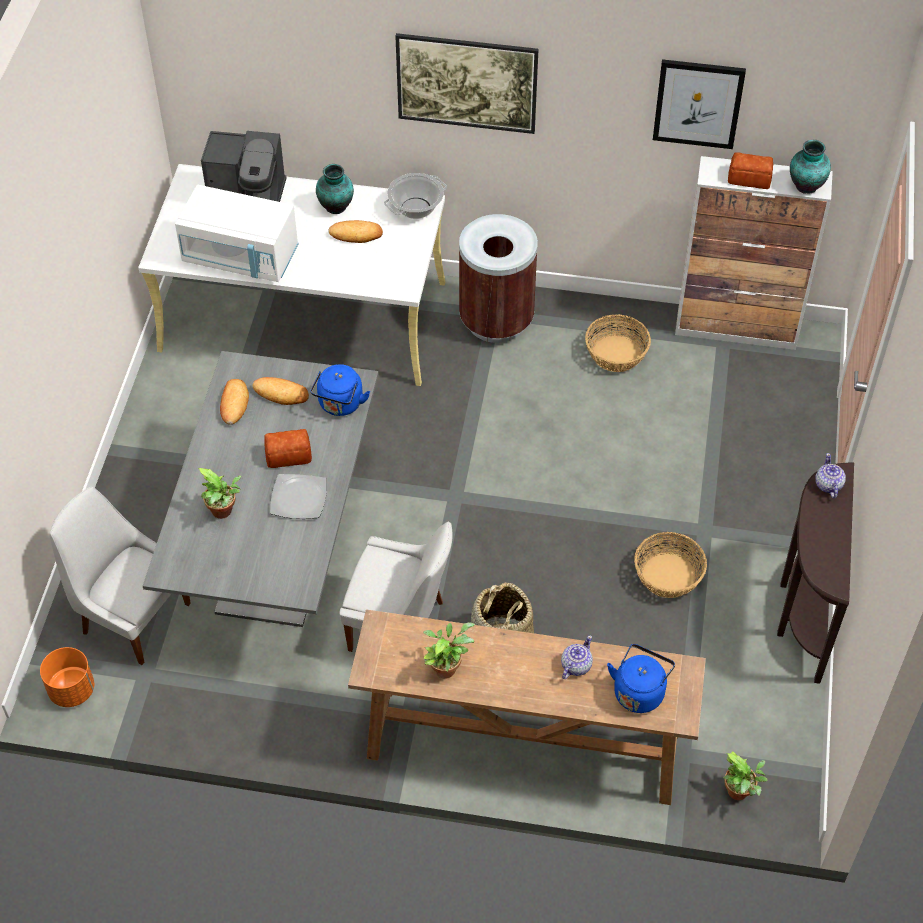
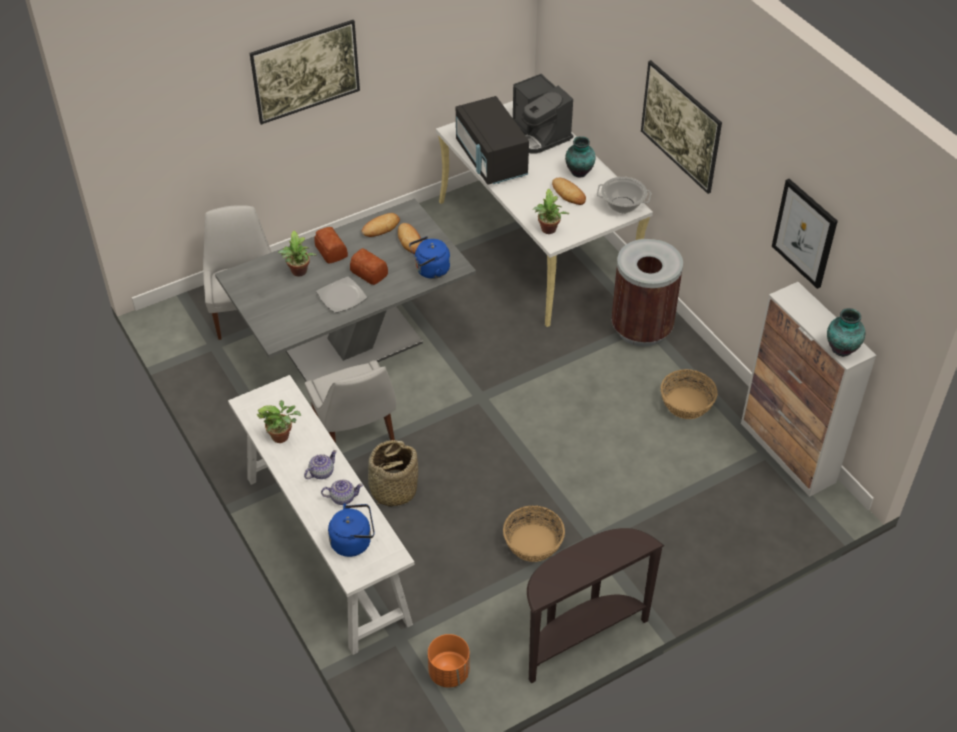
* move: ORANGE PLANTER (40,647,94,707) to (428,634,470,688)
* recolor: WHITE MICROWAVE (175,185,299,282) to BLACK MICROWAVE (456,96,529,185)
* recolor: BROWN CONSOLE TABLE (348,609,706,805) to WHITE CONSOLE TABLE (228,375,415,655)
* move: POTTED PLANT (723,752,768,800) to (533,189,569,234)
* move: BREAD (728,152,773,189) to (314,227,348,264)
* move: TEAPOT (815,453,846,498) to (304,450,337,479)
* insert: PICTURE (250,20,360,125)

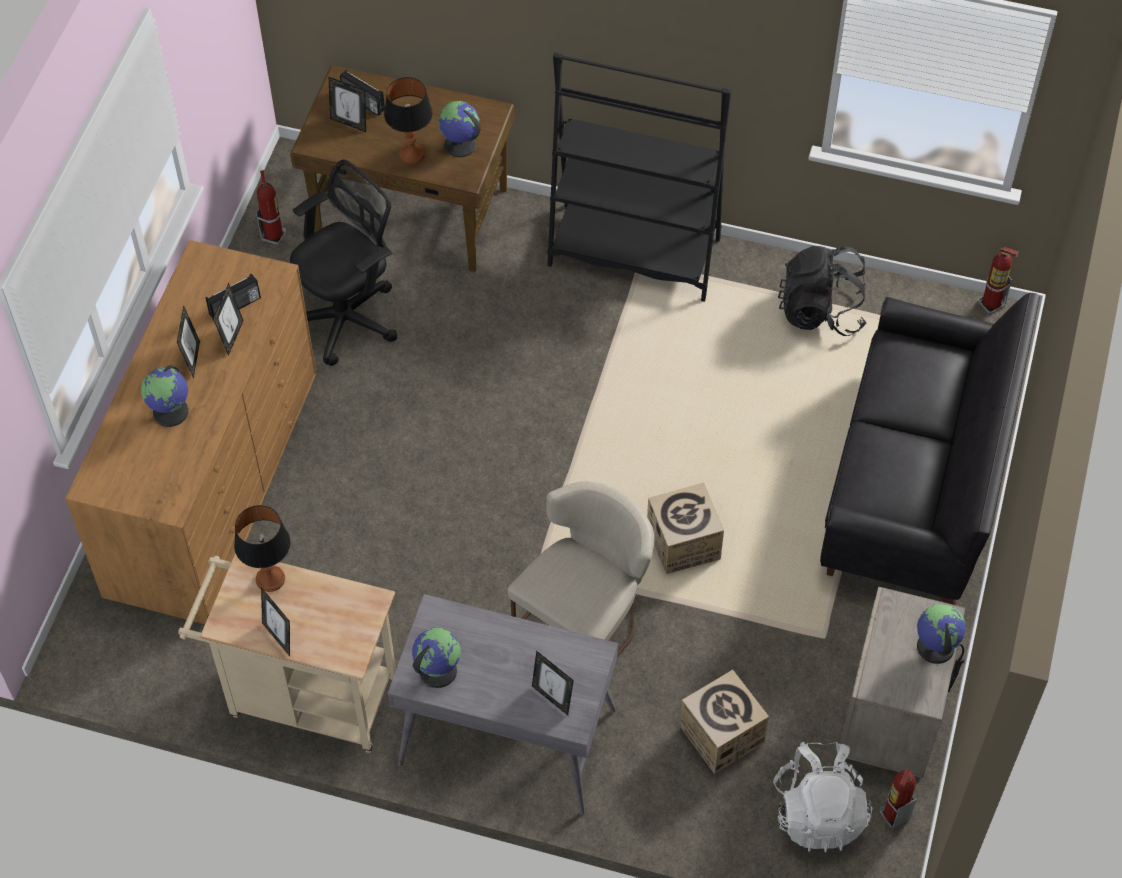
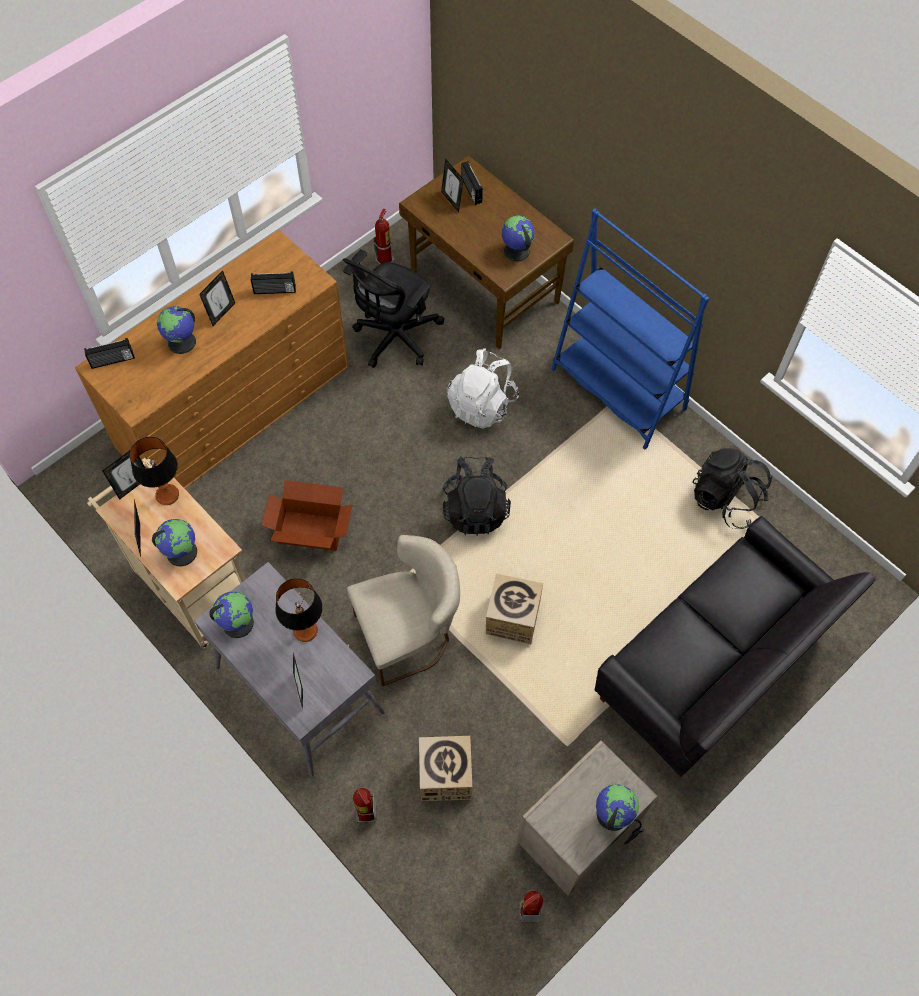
* move: PICTURE FRAME (213,283,244,356) to (103,451,145,500)
* rotate: BLACK OFFICE CHAIR (290,160,397,366) = (343,249,444,368) 135 degrees clockwise
* move: TABLE LAMP (384,77,433,164) to (275,578,323,642)
* recolor: BLACK BOOKCASE (547,52,732,302) to BLUE BOOKCASE (551,208,709,450)
* move: WHITE BACKPACK (773,742,872,853) to (447,348,519,429)
* move: FIRE EXTINGUISHER (978,247,1019,315) to (353,788,376,823)
* insert: RADIO (84,338,135,369)
* insert: GLOBE (152,519,197,566)
* insert: CARDBOARD BOX (262,480,352,551)
* insert: BLACK BACKPACK (443,456,511,536)

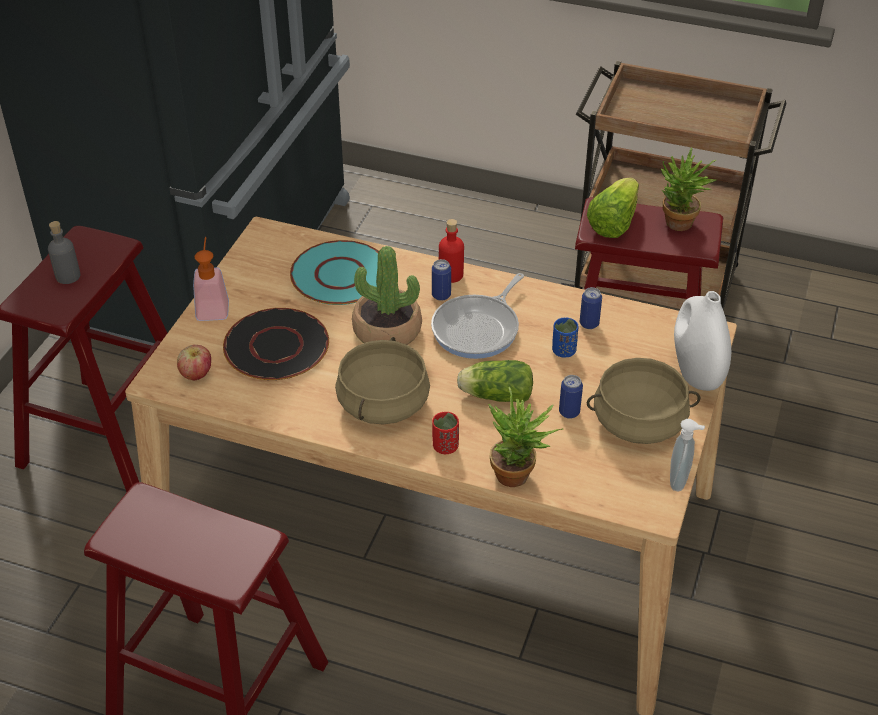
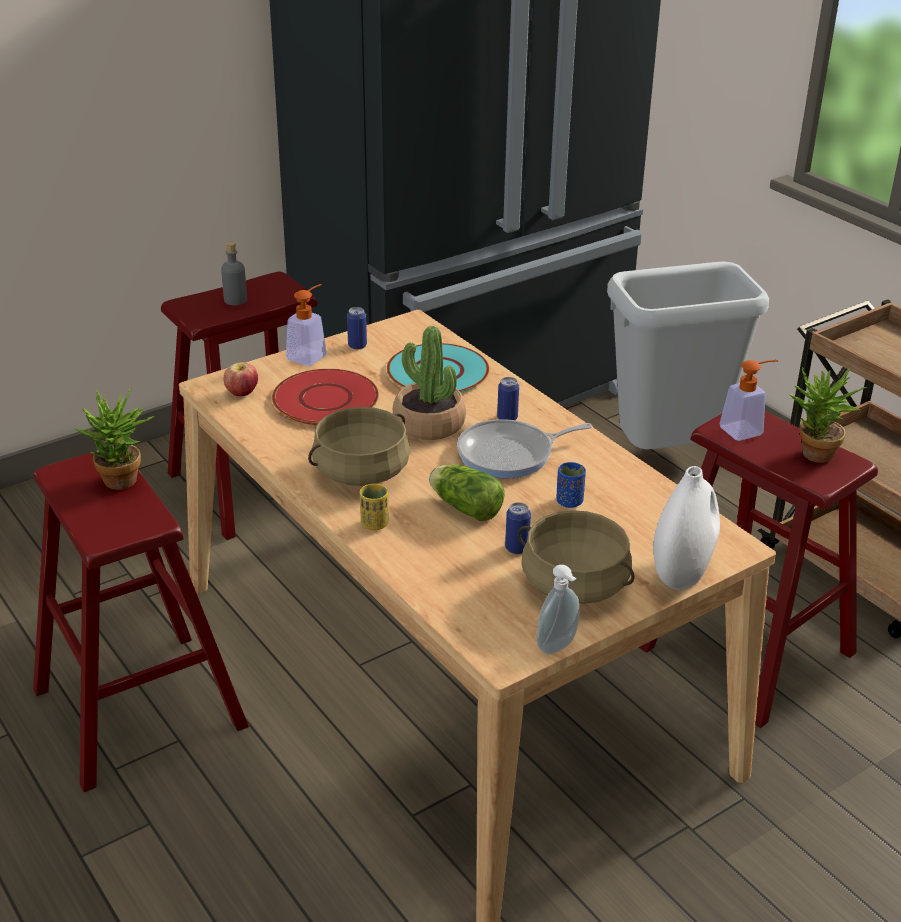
* recolor: BLACK PLATE (223,308,329,380) to RED PLATE (272,369,379,425)
* recolor: RED CUP (432,412,459,454) to YELLOW CUP (360,484,389,531)
* delete: RED BOTTLE (439,219,464,283)
* move: POTTED PLANT (488,387,564,487) to (76,388,155,490)
* move: CAN (580,287,602,329) to (347,307,367,350)
* replace: LETTUCE (587,178,639,238) to SOAP DISPENSER (719,360,779,441)
* insert: GREY TRASH CAN (607,261,769,449)

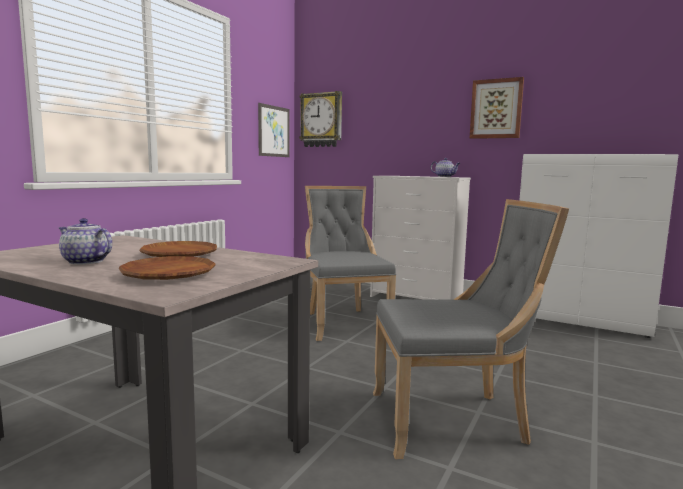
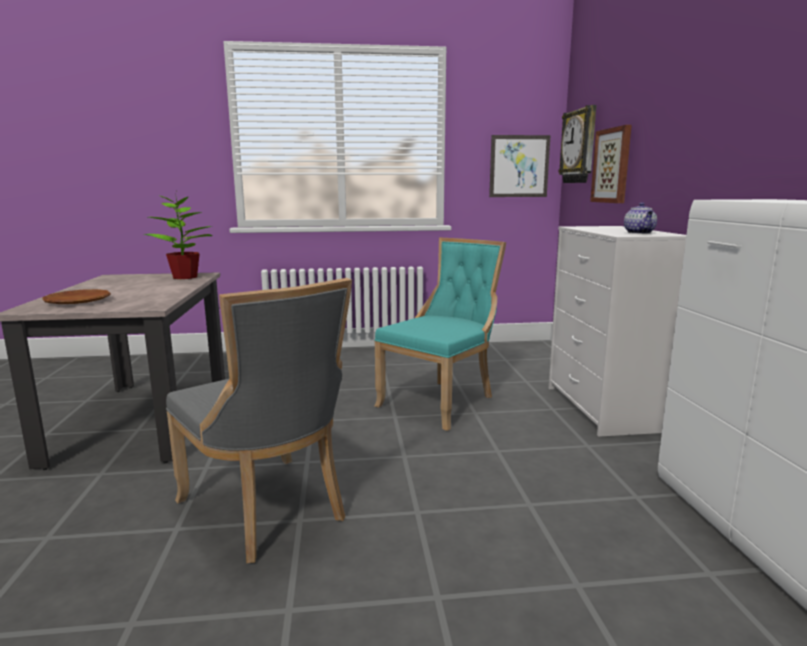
* delete: TEAPOT (59,218,112,265)
* delete: BROWN PLATE (139,241,217,257)
* recolor: GREY CHAIR (305,186,396,341) to TURQUOISE CHAIR (375,238,506,431)
* move: PICTURE (470,77,524,139) to (590,125,632,203)
* insert: POTTED PLANT (144,196,212,279)

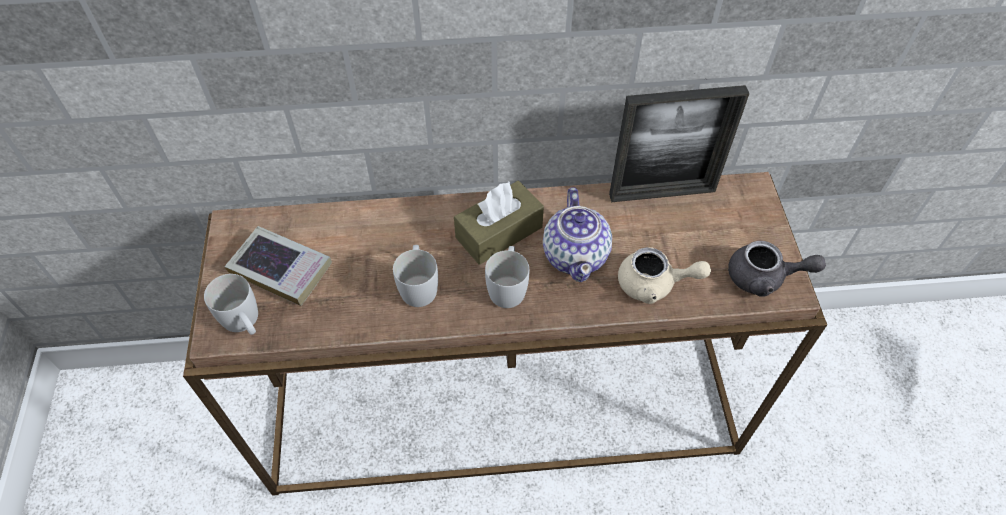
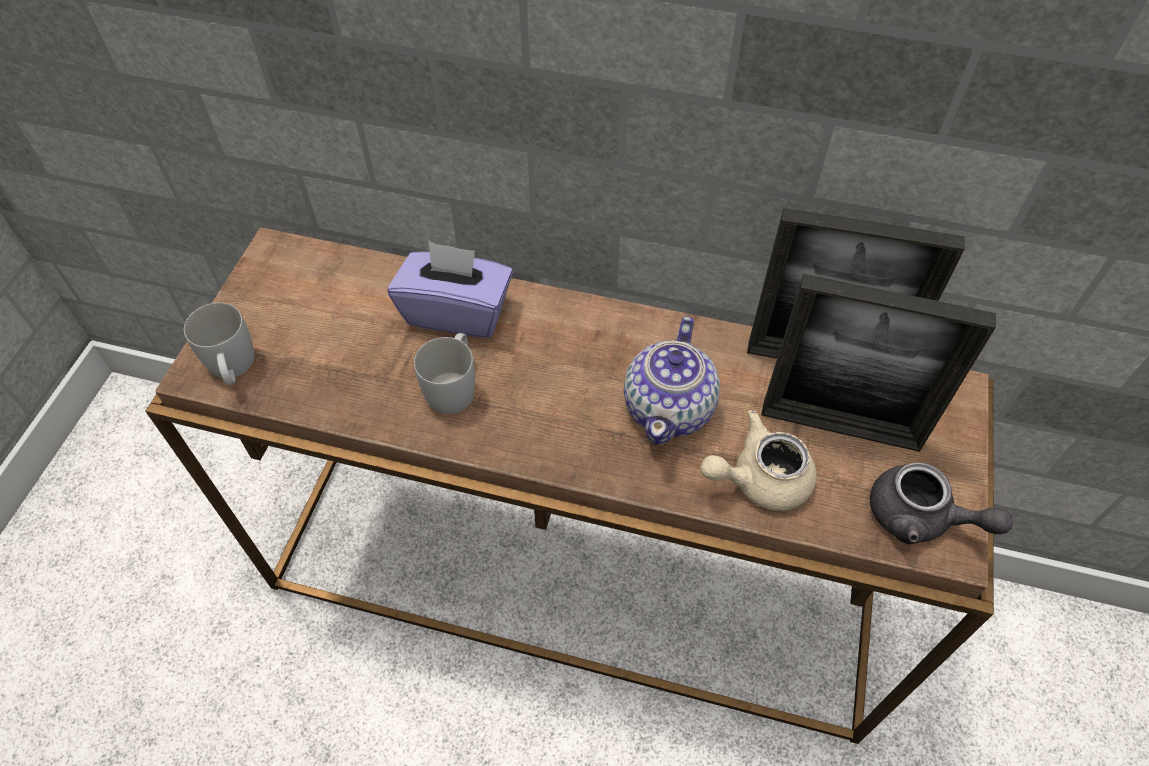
* delete: BOOK (225,226,332,306)
* delete: BROWN TISSUE BOX (454,181,544,265)
* delete: WHITE MUG (485,246,529,308)
* rotate: BEIGE TEAPOT (618,247,711,304) = (701,410,817,511) 135 degrees clockwise
* insert: PURPLE TISSUE BOX (388,241,513,338)
* insert: PICTURE FRAME (761,274,996,452)

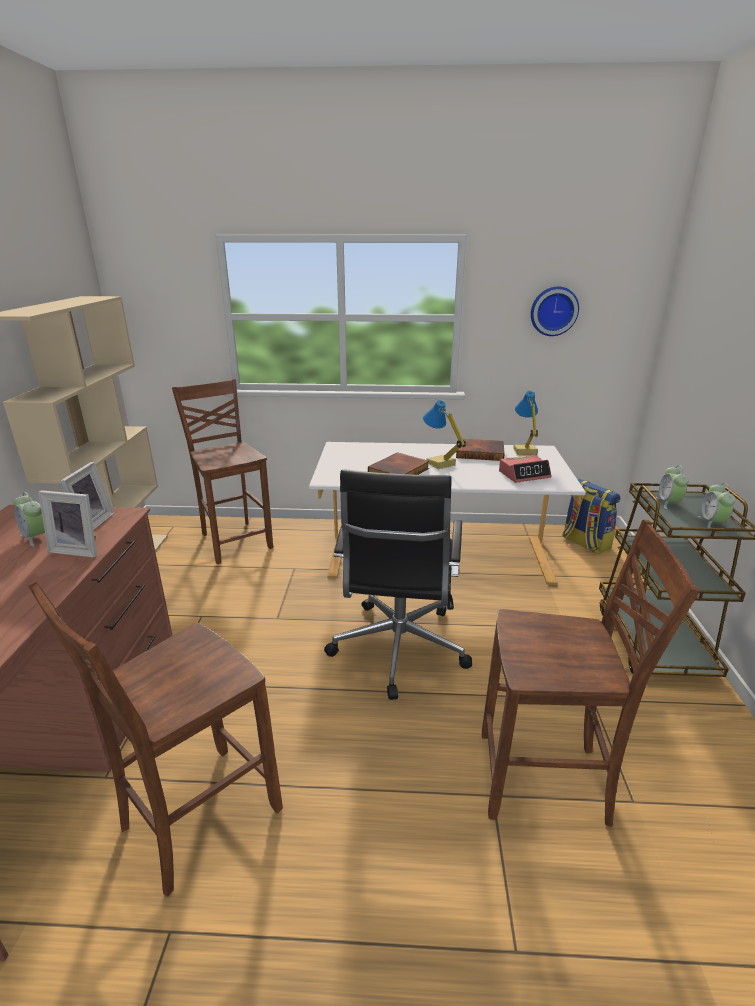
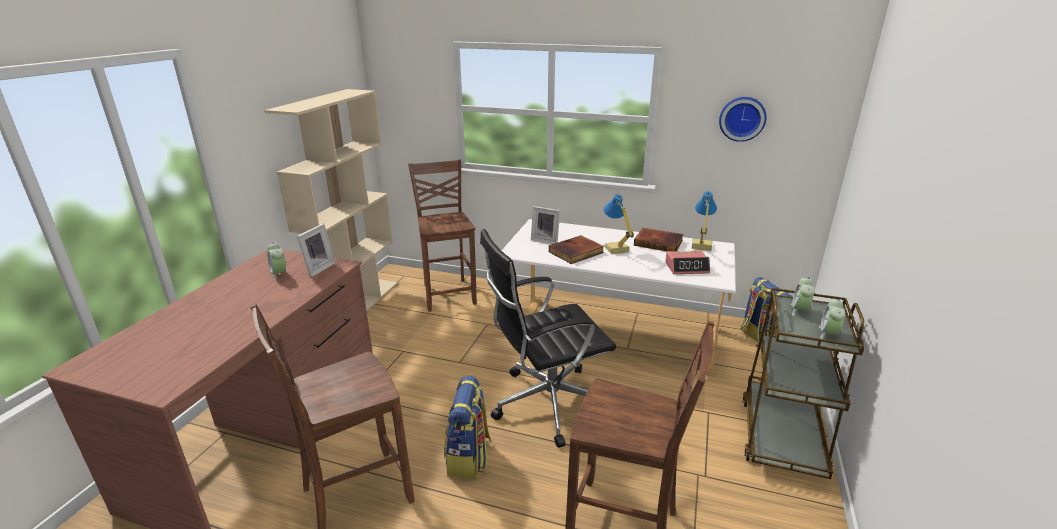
* move: PICTURE FRAME (38,490,97,558) to (531,206,560,245)
* rotate: BLACK OFFICE CHAIR (324,470,472,700) = (480,229,617,448) 45 degrees clockwise
* insert: BACKPACK (444,376,491,479)

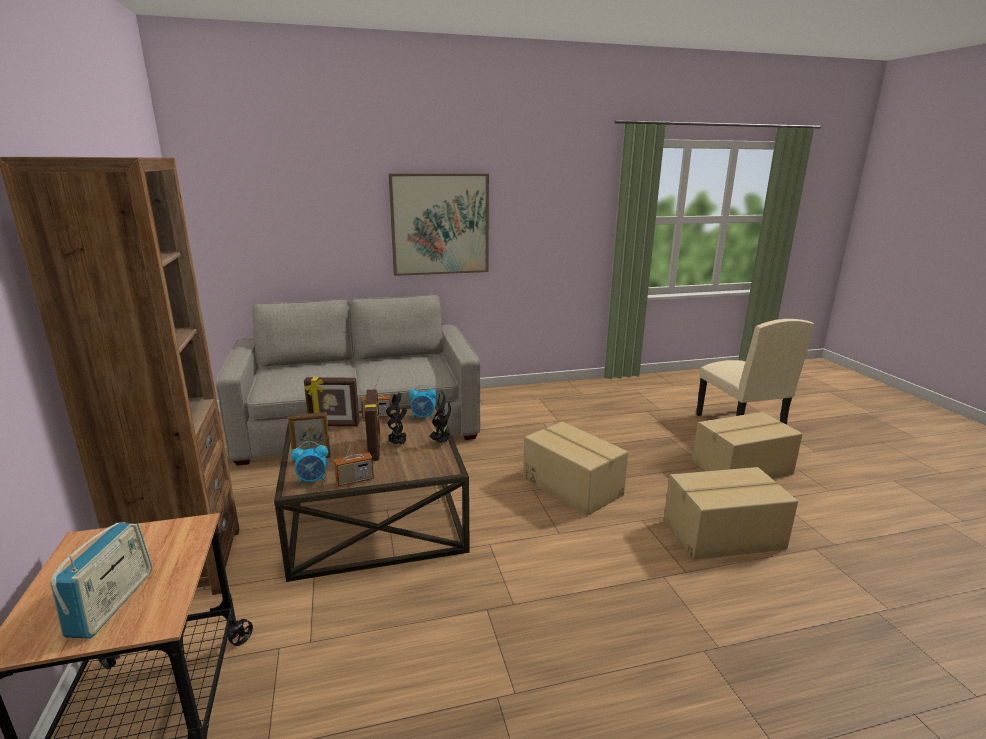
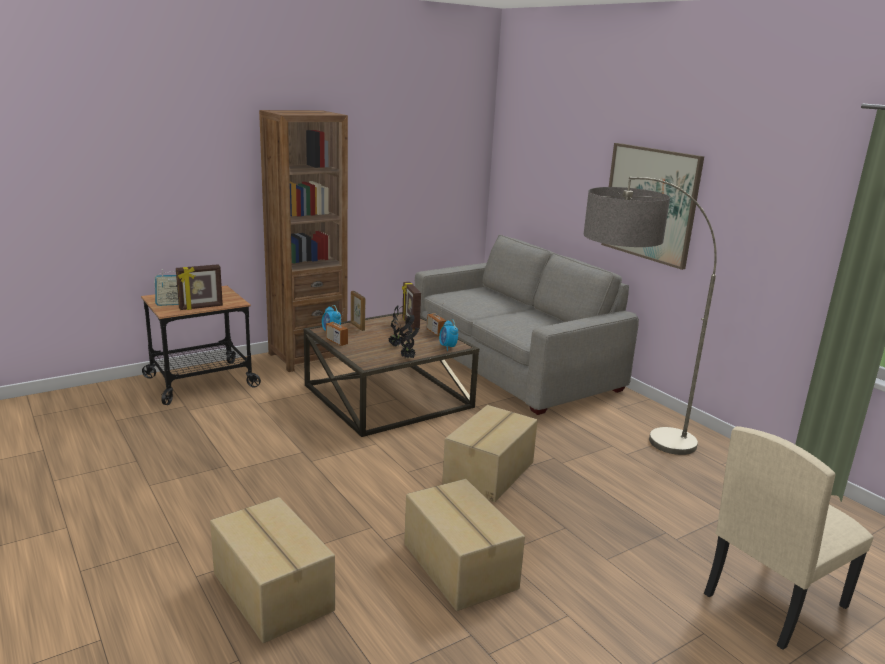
* move: PICTURE FRAME (365,389,380,461) to (176,264,223,310)
* move: CARDBOARD BOX (692,412,803,479) to (210,497,335,643)
* insert: FLOOR LAMP (584,177,717,455)

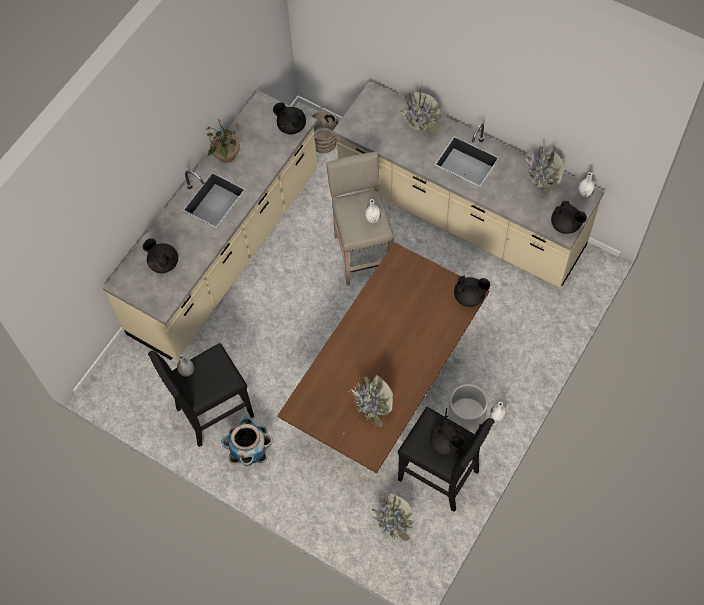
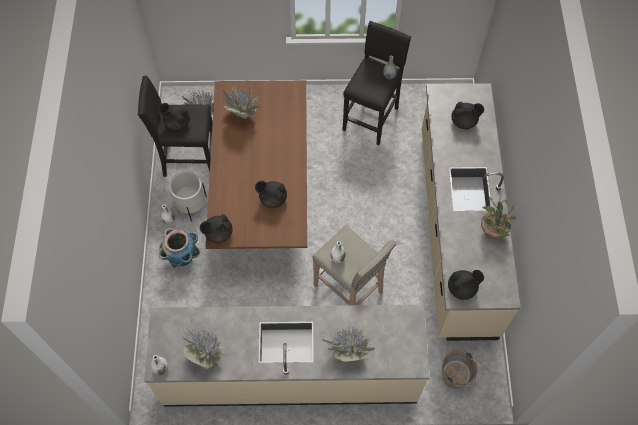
* move: PLANTER (221,418,273,466) to (158,228,201,269)
* move: BLACK TEAPOT (551,201,587,234) to (255,181,287,208)

